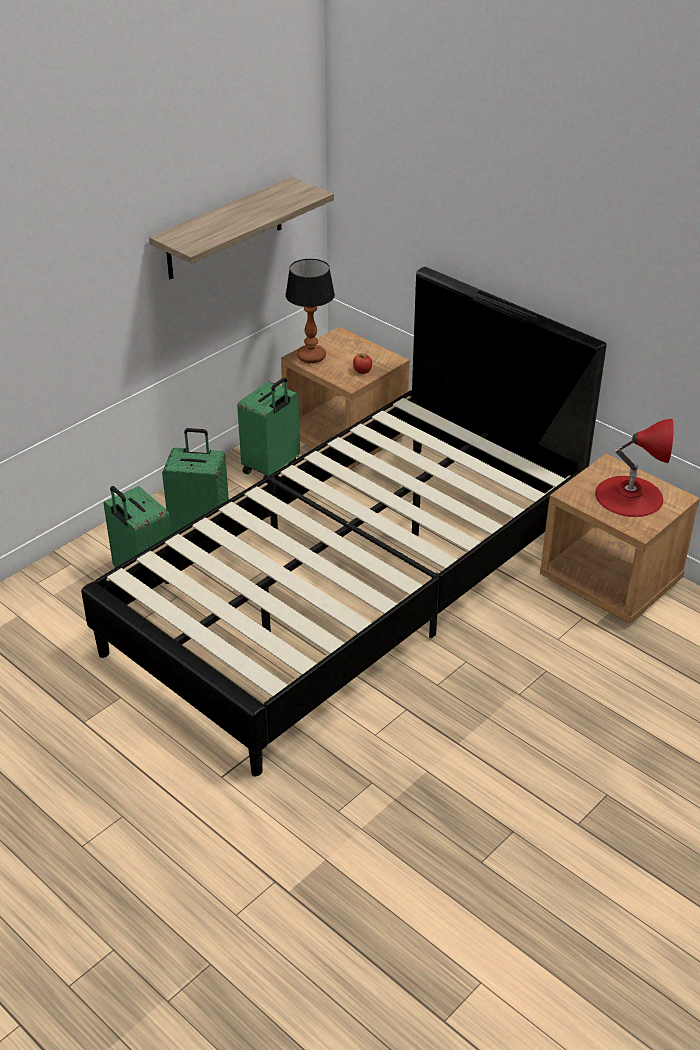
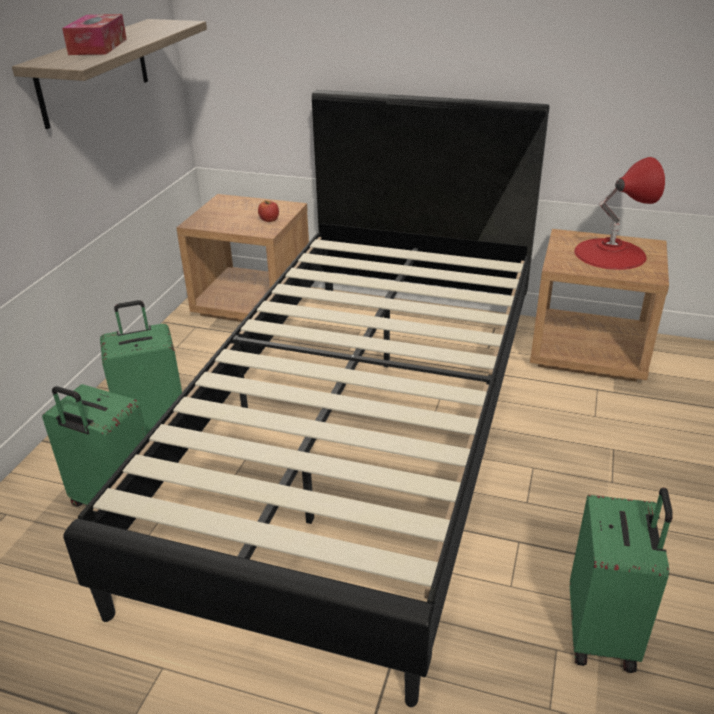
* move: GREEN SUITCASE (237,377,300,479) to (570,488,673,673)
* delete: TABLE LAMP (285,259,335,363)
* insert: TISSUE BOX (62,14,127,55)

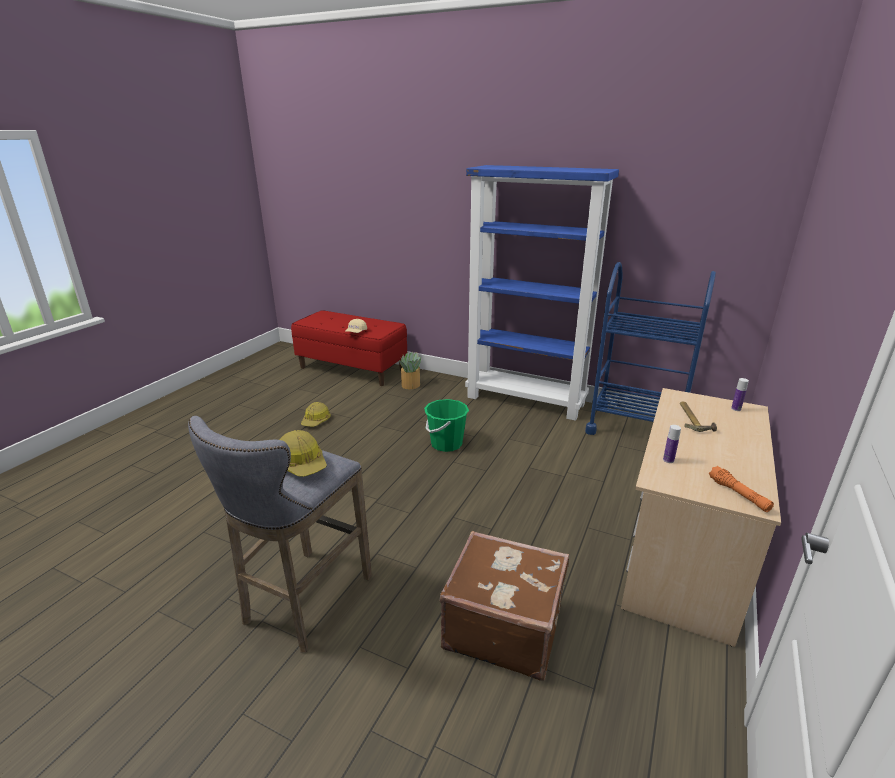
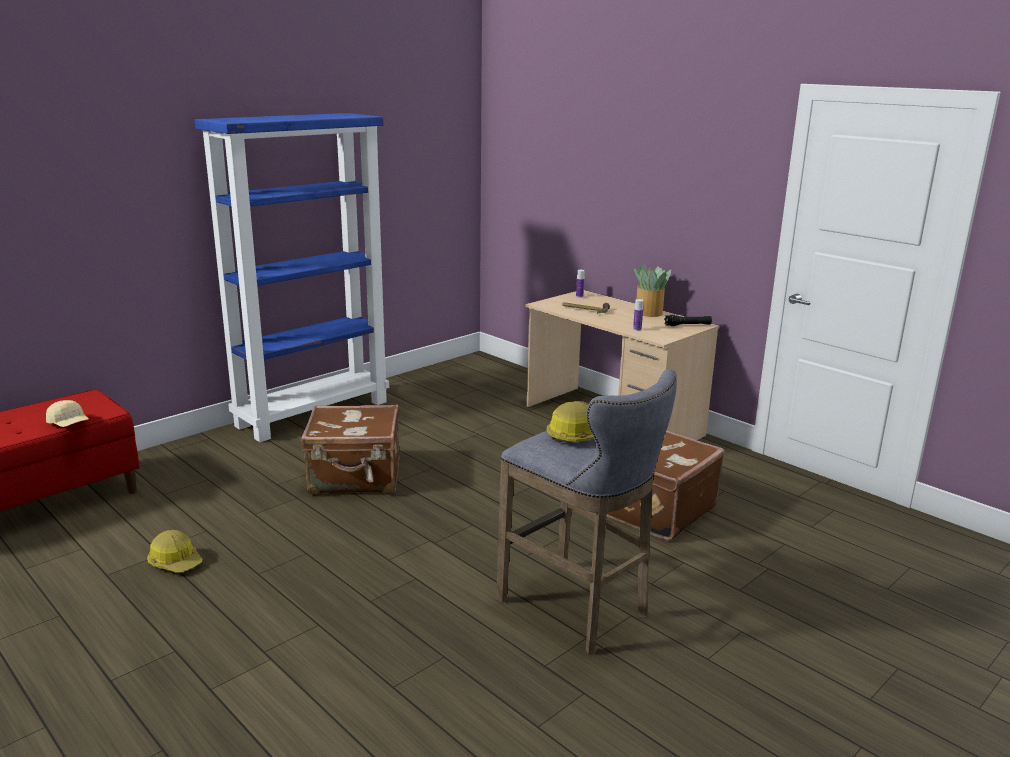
* move: POTTED PLANT (399,352,421,389) to (634,263,671,317)
* replace: GREEN BUCKET (424,399,469,452) to BROWN SUITCASE (301,404,399,494)
* delete: BLUE CART (585,262,716,435)
* recolor: ORANGE FLASHLIGHT (709,466,774,512) to BLACK FLASHLIGHT (664,315,712,326)

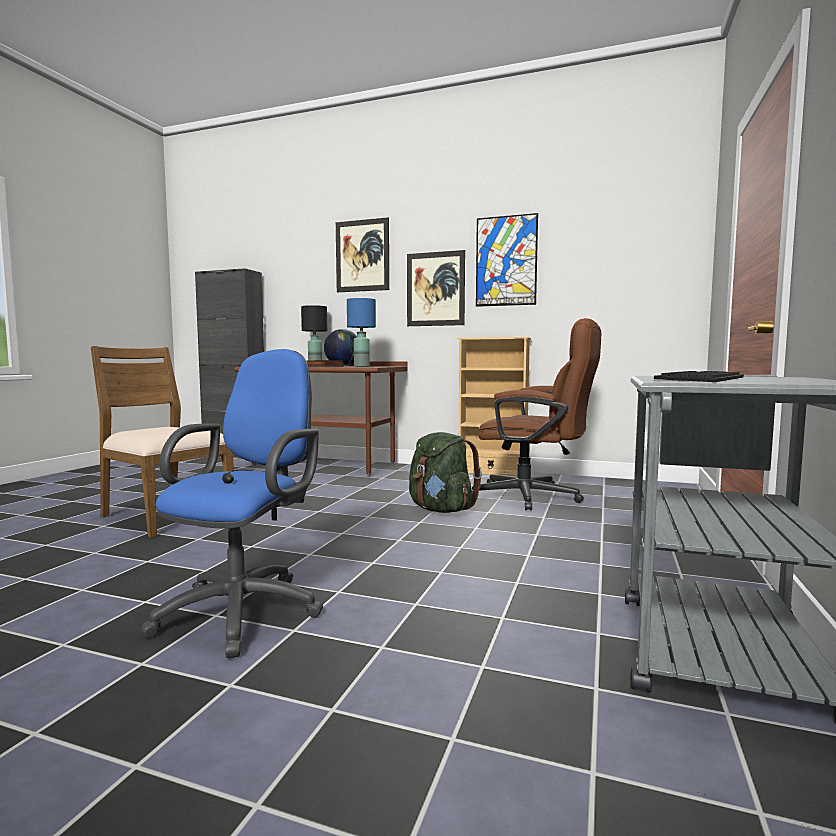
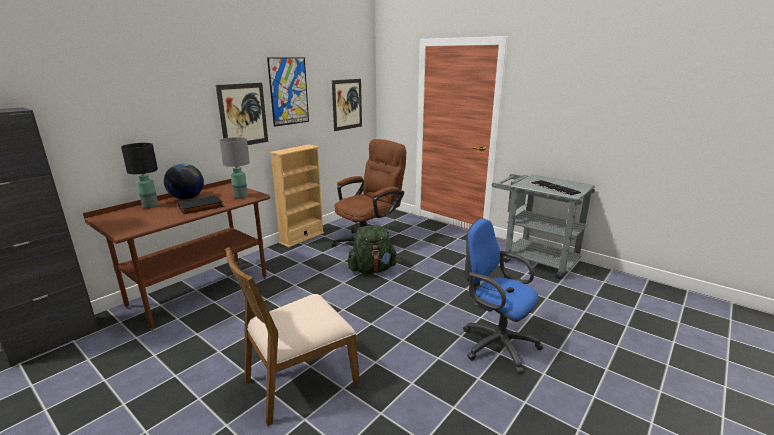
* move: PICTURE (336,217,389,292) to (332,79,362,131)
* recolor: BLUE TABLE LAMP (347,298,376,367) to GREY TABLE LAMP (220,137,250,199)

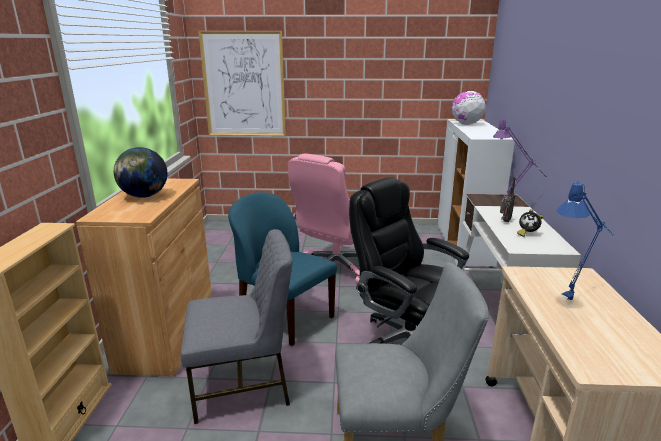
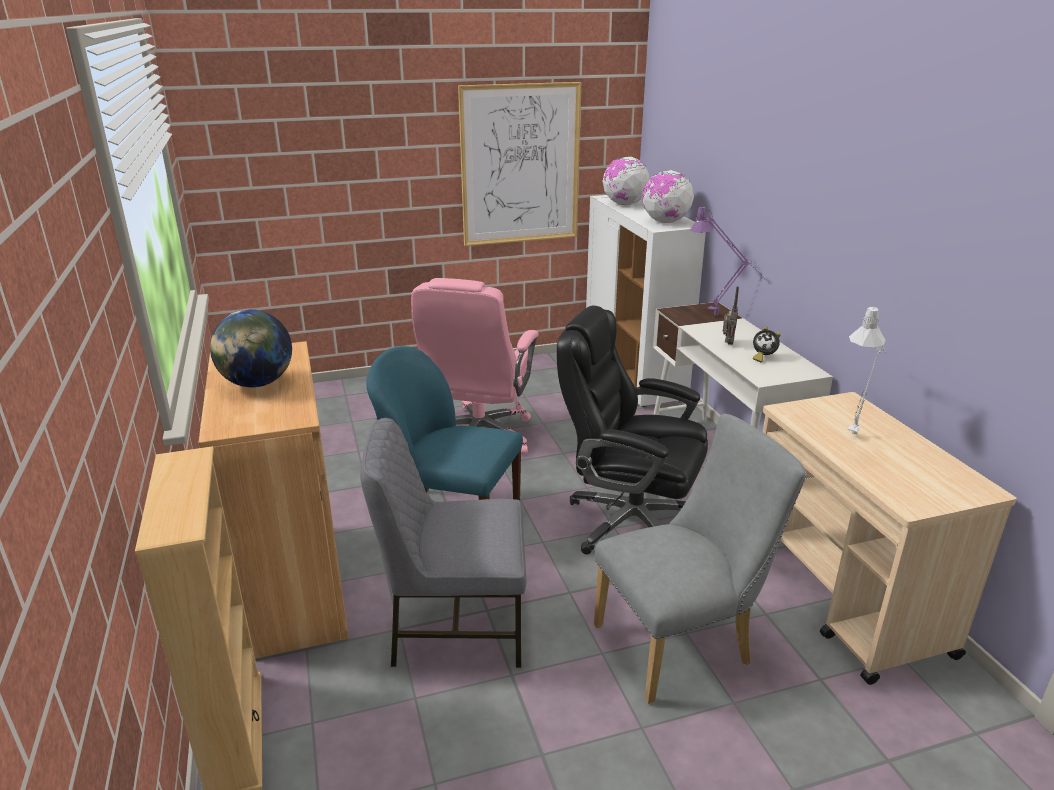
* rotate: GREY CHAIR (180,229,293,424) = (360,418,526,668) 150 degrees counterclockwise
* move: PICTURE (198,31,286,136) to (458,82,581,246)
* recolor: BLUE TABLE LAMP (556,182,614,300) to GREY TABLE LAMP (847,306,886,434)
* insert: GLOBE (642,170,694,223)

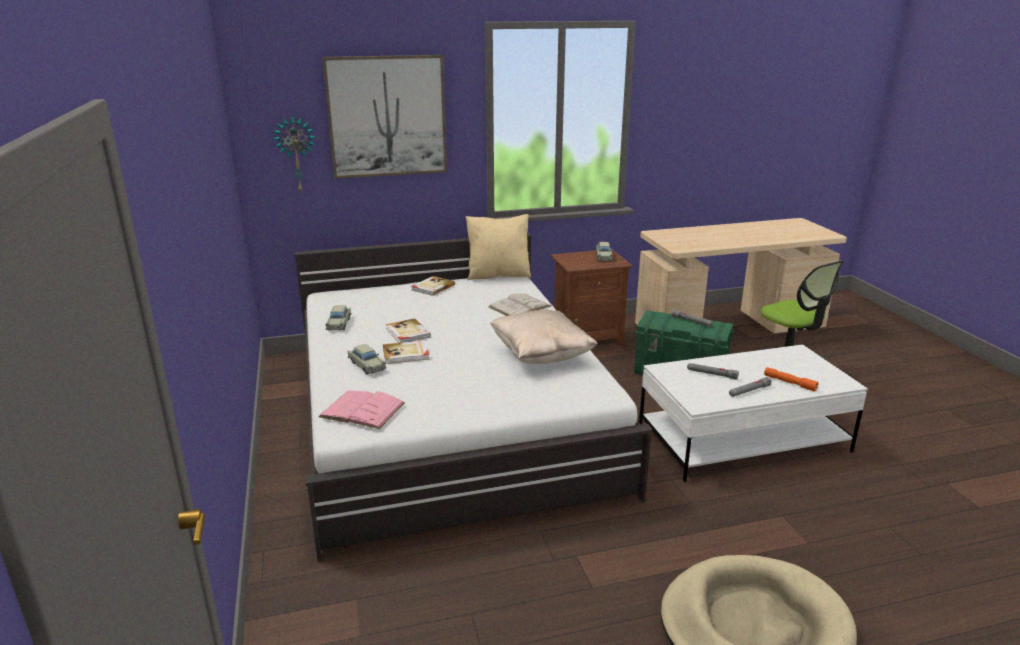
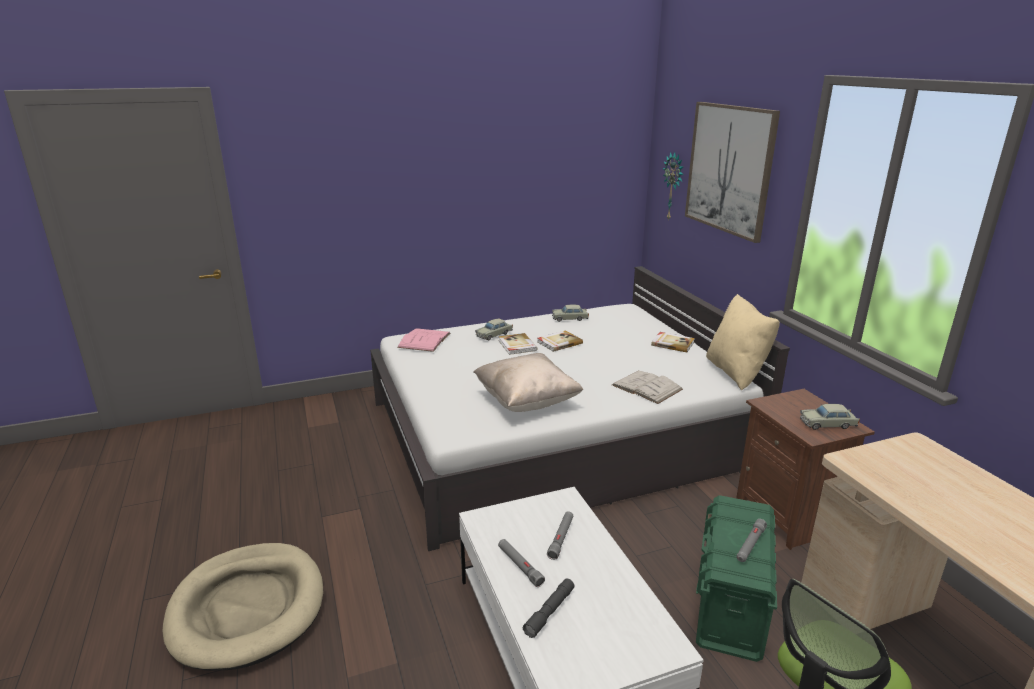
* recolor: ORANGE FLASHLIGHT (764,367,819,392) to GREY FLASHLIGHT (523,578,574,638)

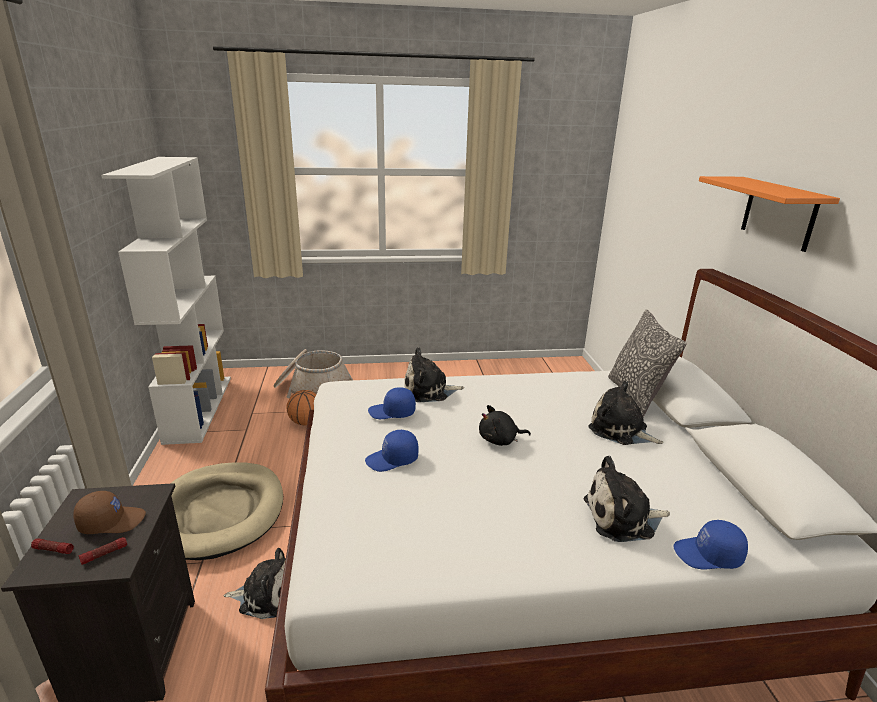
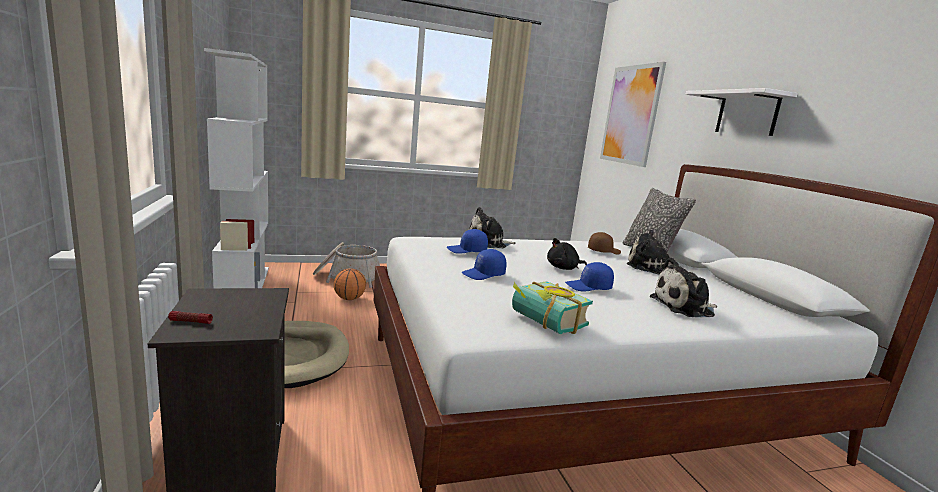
* move: BROWN CAP (73,491,146,534) to (588,232,621,254)
* delete: FLASHLIGHT (79,537,127,565)
* delete: PLUSH TOY (224,548,286,619)
* move: BLUE CAP (673,520,748,569) to (565,262,614,291)
* recolor: ORANGE SHELF (699,176,840,252) to WHITE SHELF (686,88,798,136)
* insert: BOOK (512,281,593,334)
* insert: PICTURE (600,62,666,167)

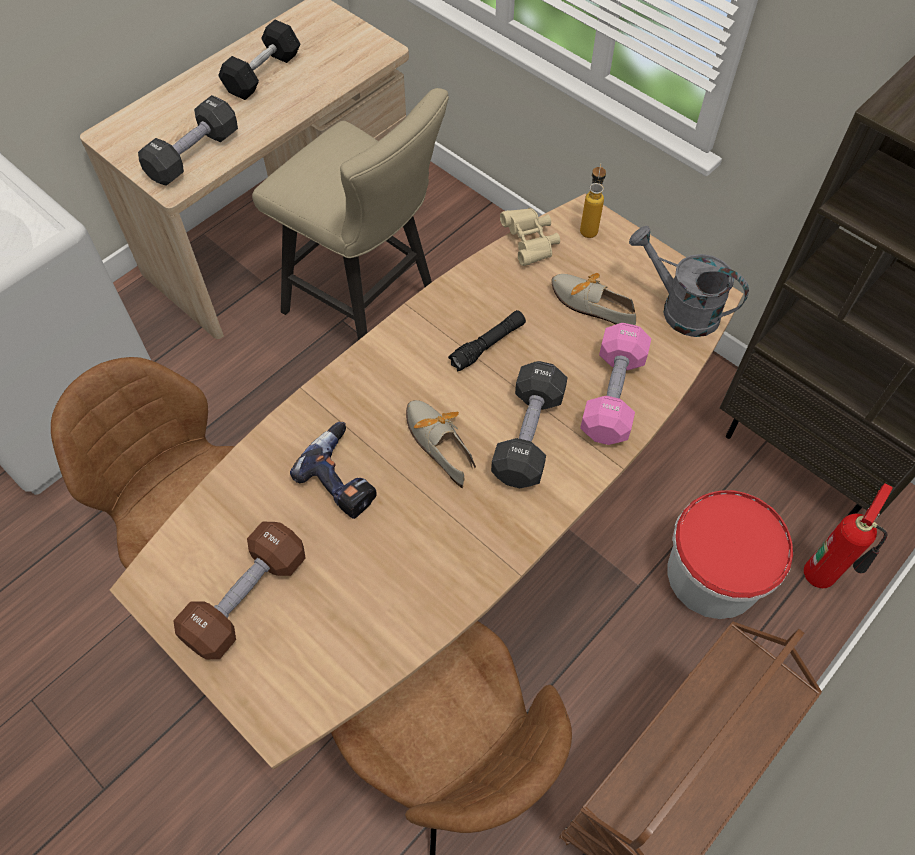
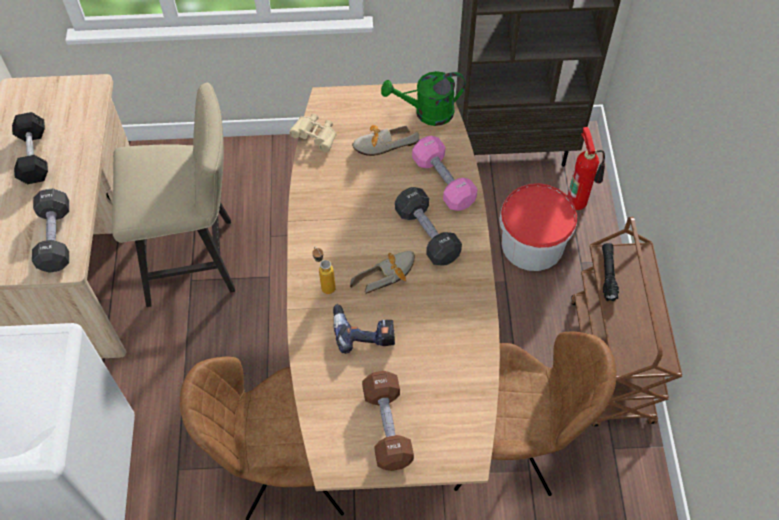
* rotate: SHOE (406,400,476,489) = (350,251,415,294) 135 degrees clockwise
* move: BLACK FLASHLIGHT (448,310,526,371) to (602,243,619,301)
* move: BOTTLE (580,163,606,238) to (312,247,336,294)
* recolor: GREY WATERING CAN (629,226,749,337) to GREEN WATERING CAN (381,71,466,126)

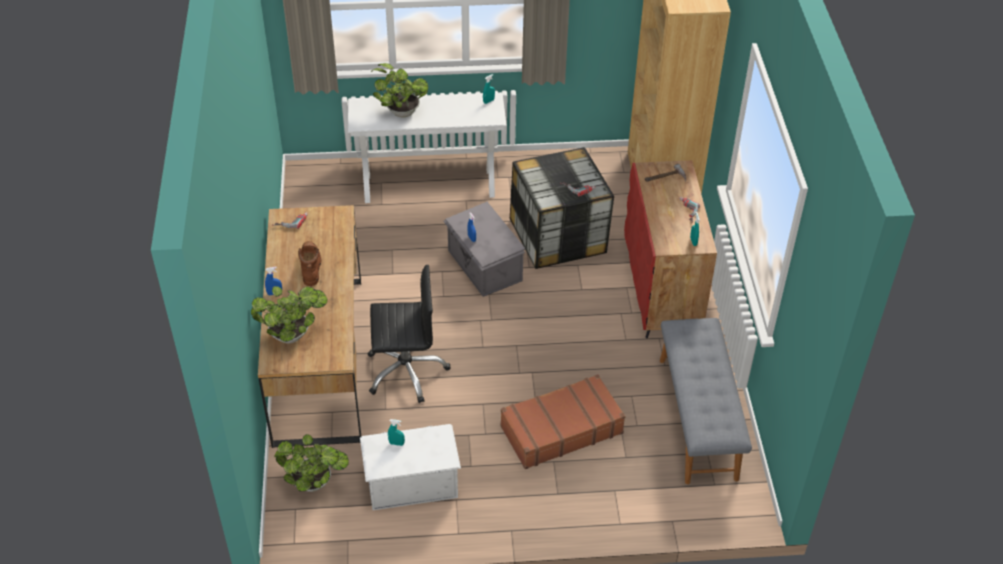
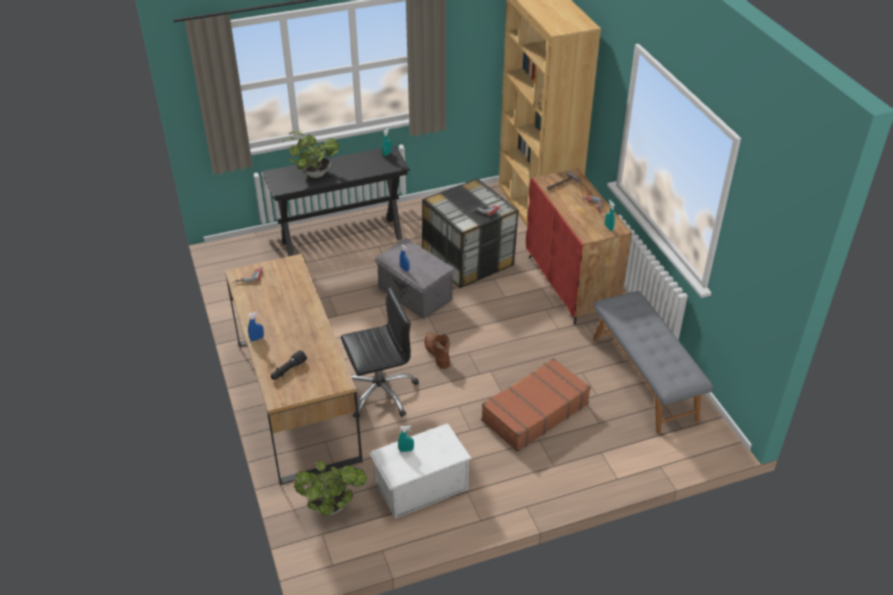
* replace: POTTED PLANT (251,286,327,343) to BLACK FLASHLIGHT (271,350,307,380)
* move: BROWN BOOT (298,241,321,286) to (424,333,450,369)
* recolor: WHITE CONSOLE TABLE (348,92,507,203) to BLACK CONSOLE TABLE (262,146,410,256)

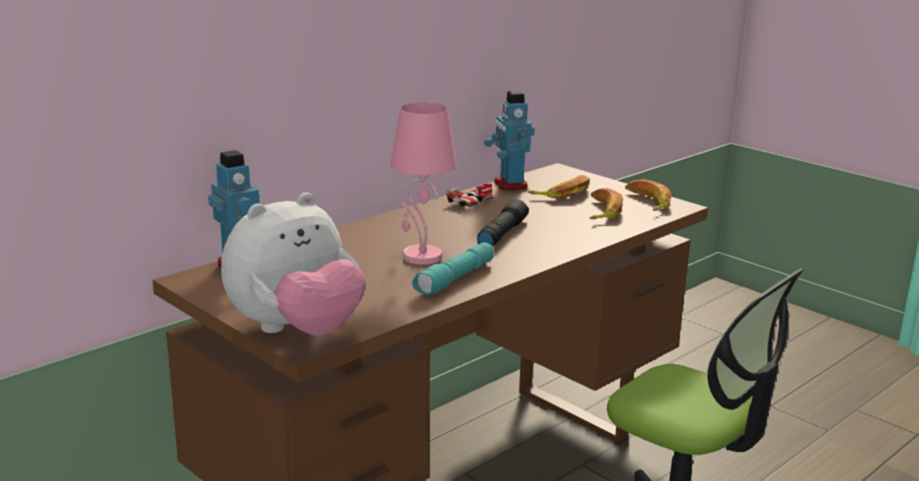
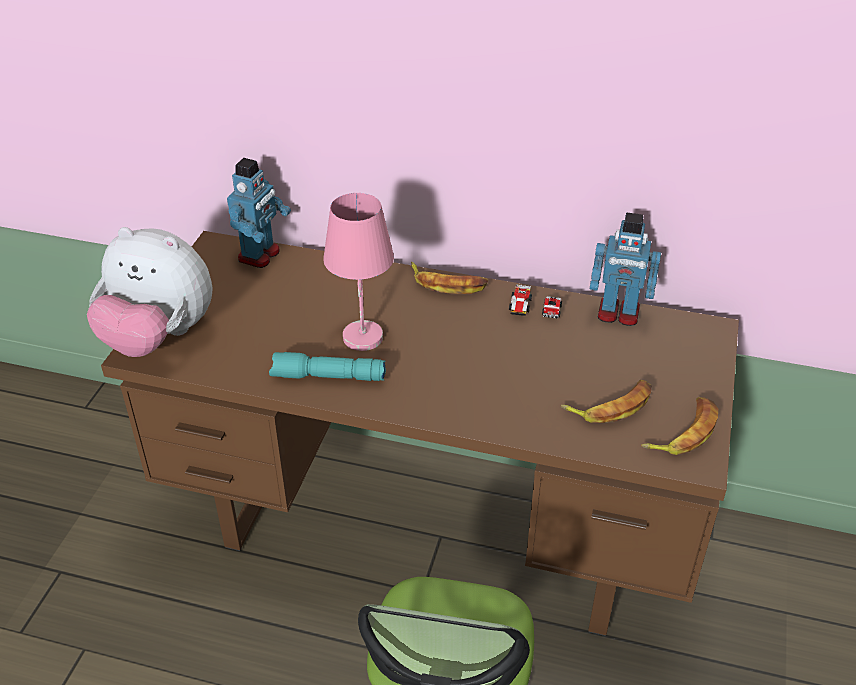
* delete: BLACK FLASHLIGHT (477,200,529,246)
* rotate: TOY ROBOT (484,91,534,190) = (589,213,661,326) 120 degrees counterclockwise
* move: BANANA (528,175,590,198) to (411,262,488,294)

